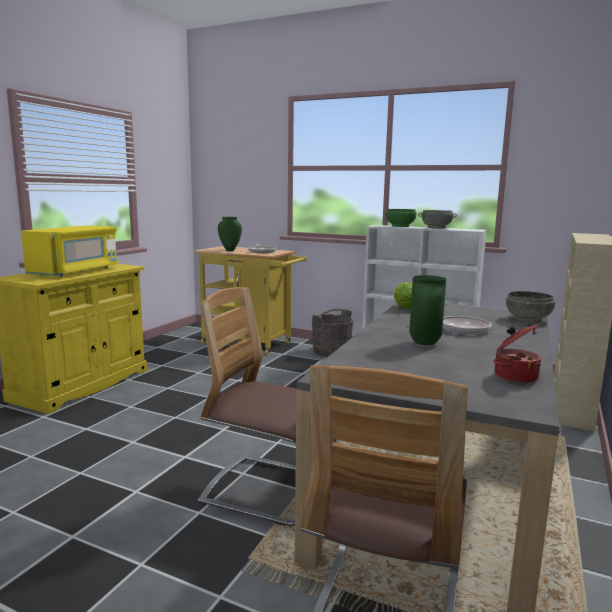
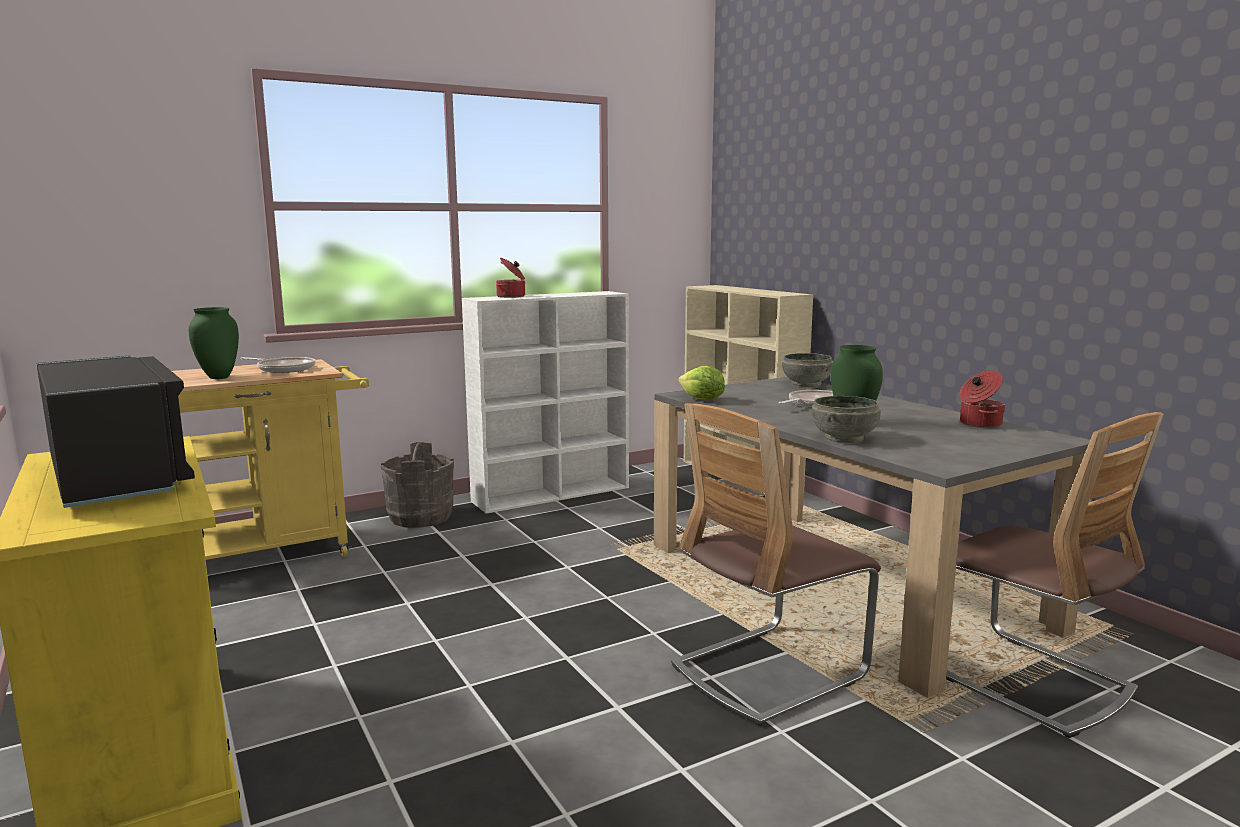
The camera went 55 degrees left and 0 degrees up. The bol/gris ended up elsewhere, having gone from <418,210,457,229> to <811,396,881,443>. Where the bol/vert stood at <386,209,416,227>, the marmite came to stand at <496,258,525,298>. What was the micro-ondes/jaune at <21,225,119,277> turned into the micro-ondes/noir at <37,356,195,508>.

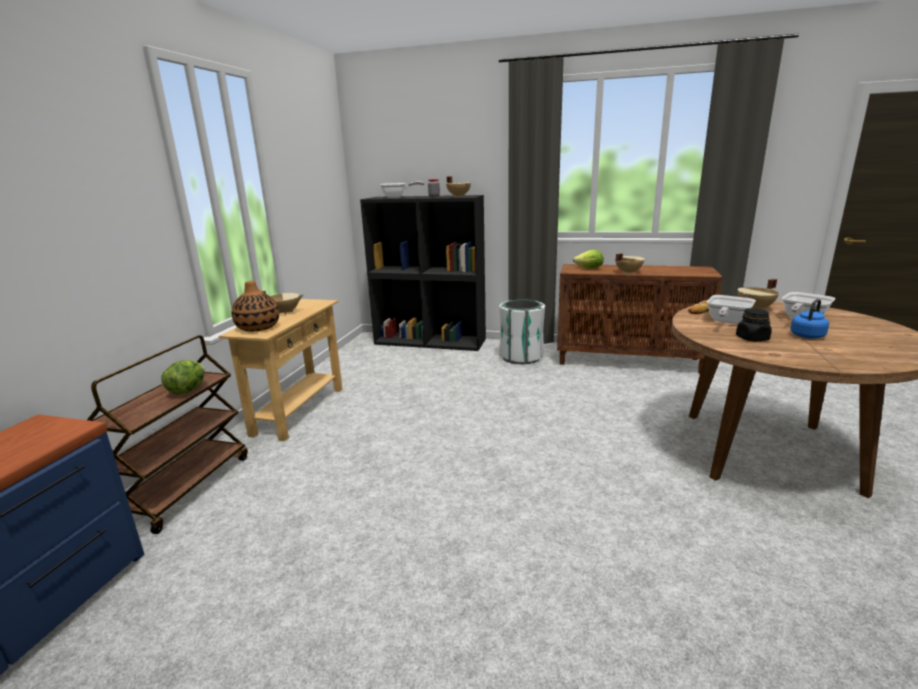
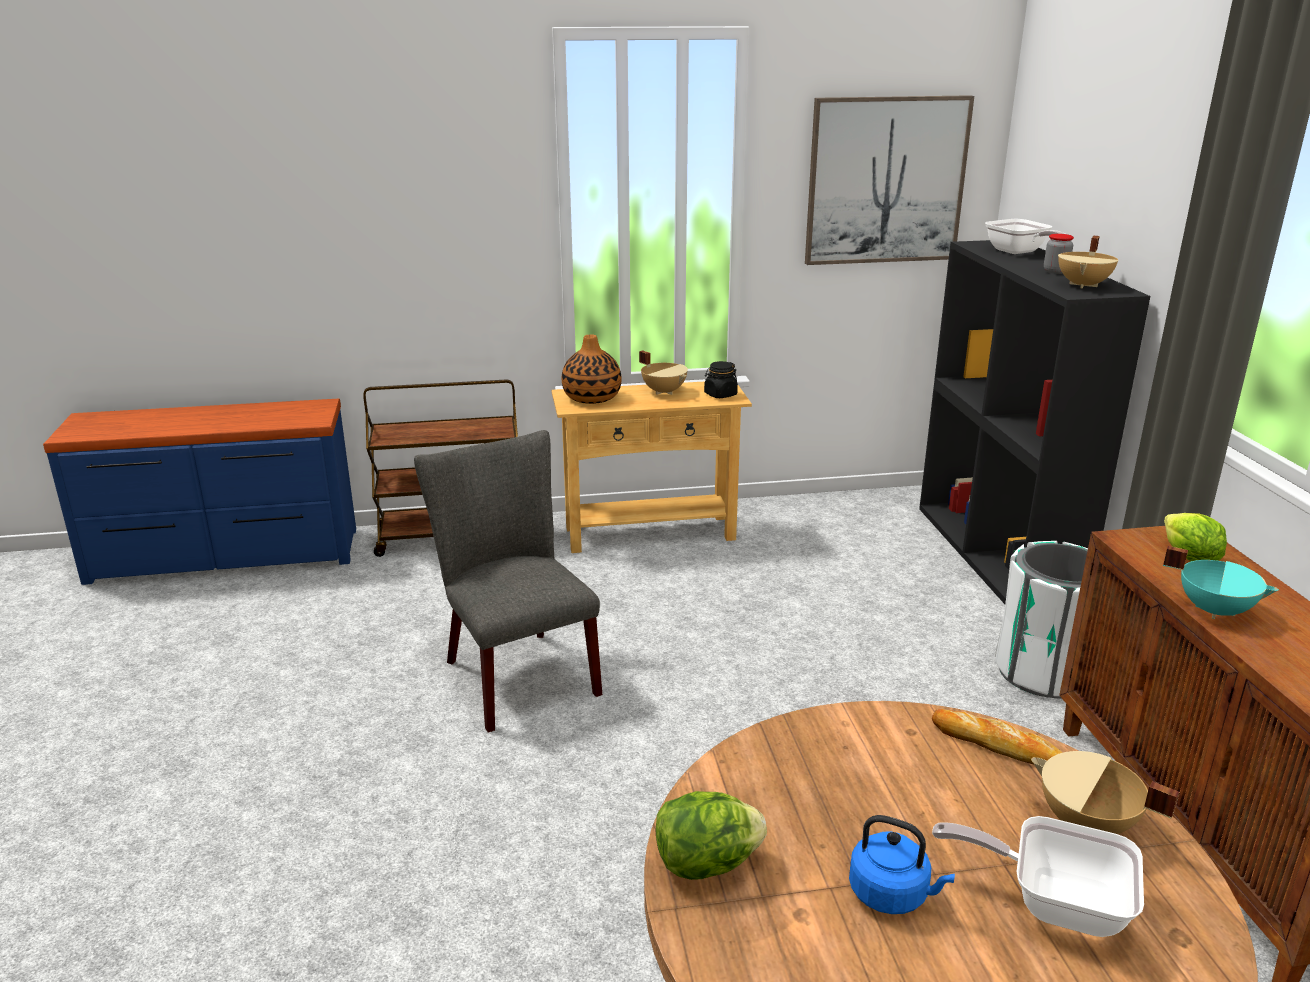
The camera went 65 degrees right and 5 degrees up. The second view lost the poêle at <707,295,756,324>. The second view gained the chaise/gris at <414,430,602,733>. The second view gained the tableau at <805,95,974,265>. The laitue ended up elsewhere, having gone from <161,360,205,395> to <656,791,767,880>. The bocal/noir ended up elsewhere, having gone from <736,308,772,341> to <704,361,738,398>. What was the marmite/beige at <615,253,645,274> turned into the marmite/turquoise at <1163,546,1279,619>.

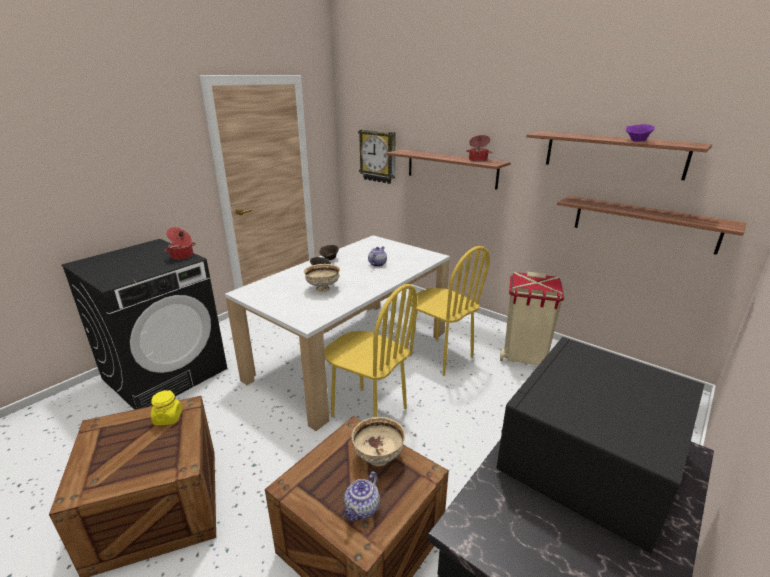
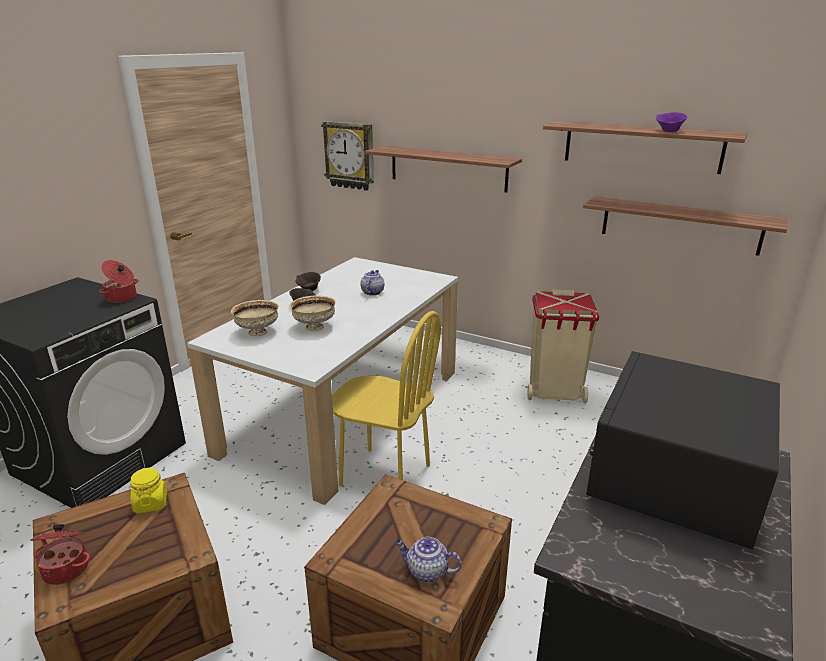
The camera went 10 degrees left and 0 degrees up. The second view lost the chaise/jaune at <409,246,490,376>. The bol/beige ended up elsewhere, having gone from <352,417,405,466> to <231,300,279,336>. The marmite ended up elsewhere, having gone from <466,135,492,162> to <30,524,90,585>. The théière at <344,471,380,521> ended up facing another way, 90 degrees clockwise from before.

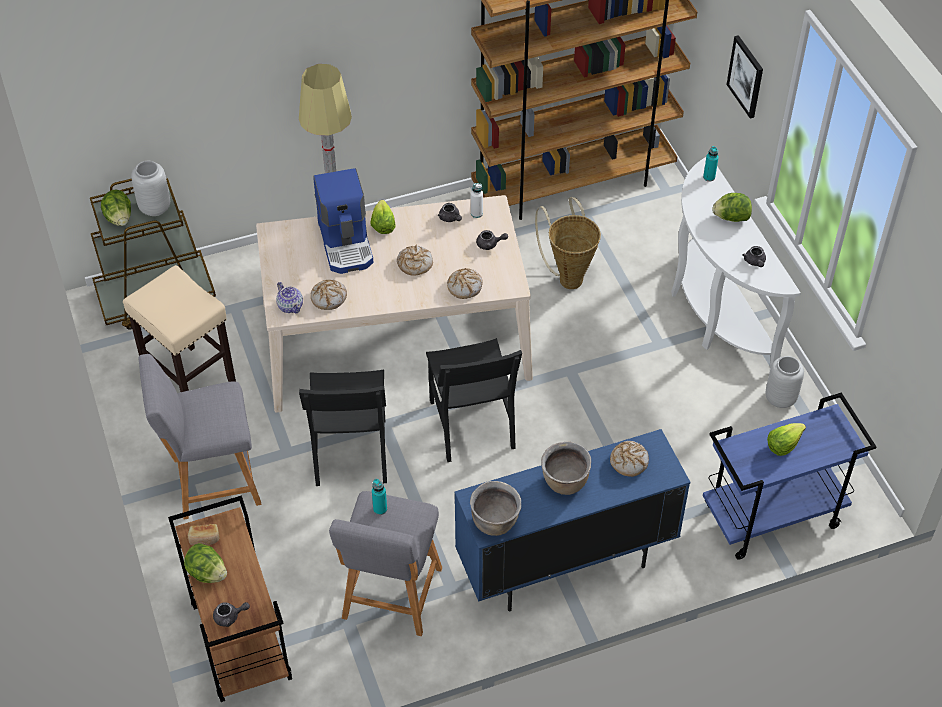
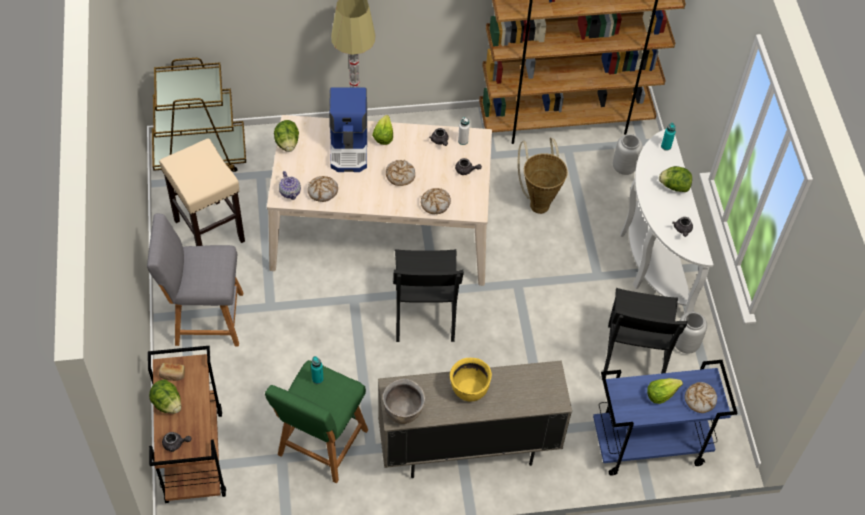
The camera went 10 degrees right and 5 degrees up. The second view lost the tableau at <727,35,763,118>. The laitue ended up elsewhere, having gone from <101,190,131,226> to <274,120,299,152>. The vase/gris ended up elsewhere, having gone from <131,161,170,216> to <613,134,643,175>. The chaise/noir ended up elsewhere, having gone from <299,369,387,486> to <604,288,687,378>. The pain ended up elsewhere, having gone from <610,441,649,477> to <685,382,717,413>. What was the tabouret/gris at <329,491,442,636> turned into the tabouret/vert at <265,360,368,483>. What was the meuble de rangement/bleu at <454,429,690,611> turned into the meuble de rangement/beige at <378,360,572,478>. What was the marmite/marron at <541,442,591,495> turned into the marmite/jaune at <450,358,492,402>.

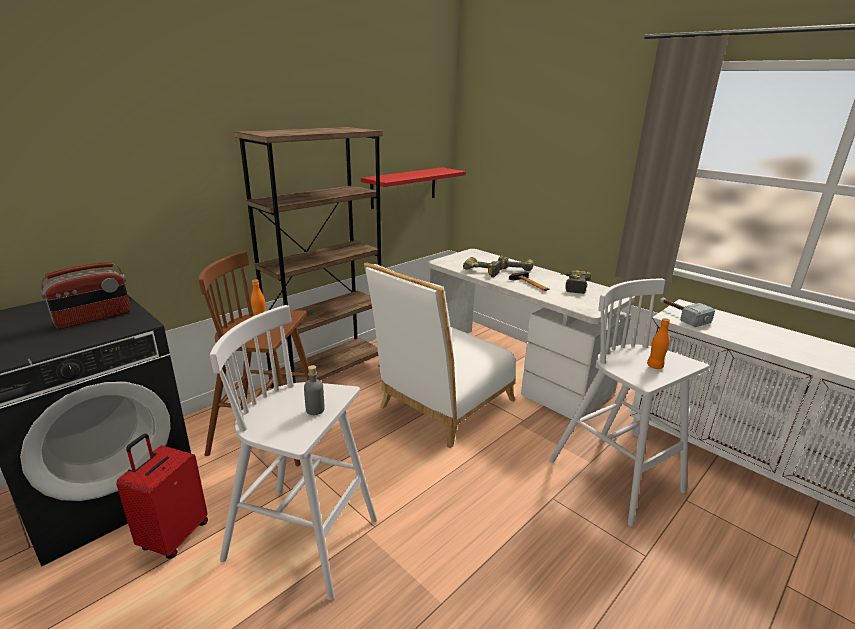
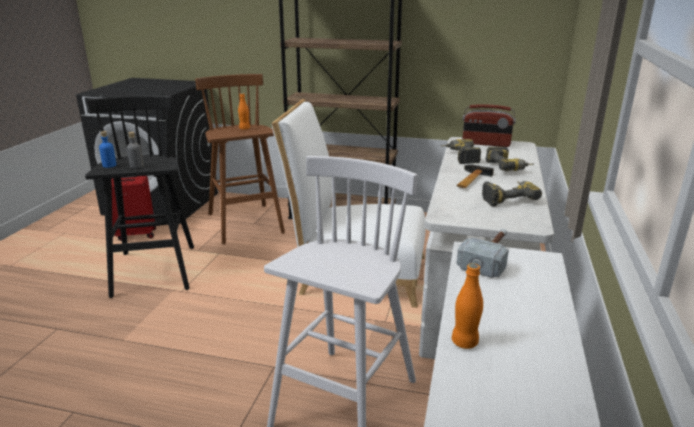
The camera went 60 degrees right and 0 degrees up. The second view lost the étagère/rouge at <361,167,466,209>. The second view gained the bouteille/bleu at <99,131,117,168>. The radio ended up elsewhere, having gone from <40,262,131,329> to <463,104,516,147>. The bouteille/orange ended up elsewhere, having gone from <647,318,670,369> to <452,263,483,349>. What was the tabouret/blanc at <210,305,377,600> turned into the tabouret/noir at <85,96,194,298>.

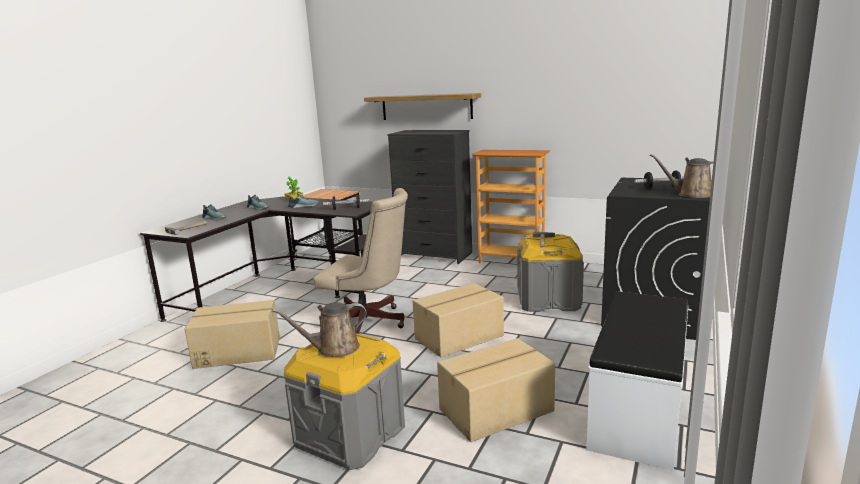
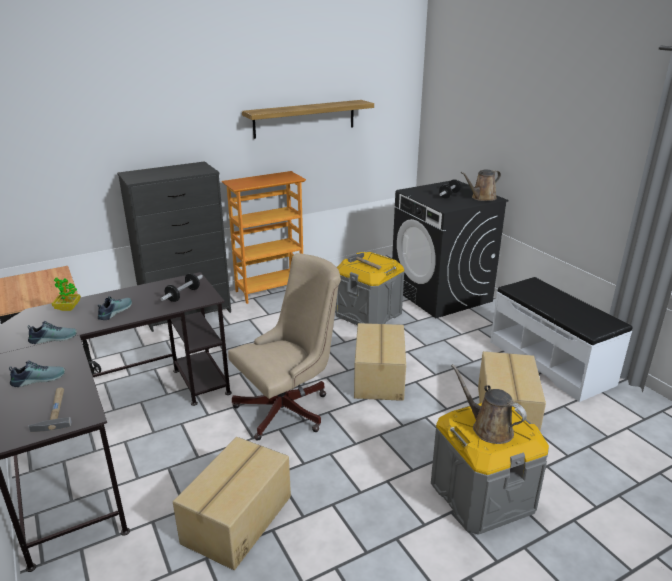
The camera went 55 degrees left and 10 degrees up. The étagère ended up elsewhere, having gone from <364,93,481,120> to <242,100,374,139>. The arrosoir/marron at <272,302,367,357> ended up facing another way, 120 degrees clockwise from before.

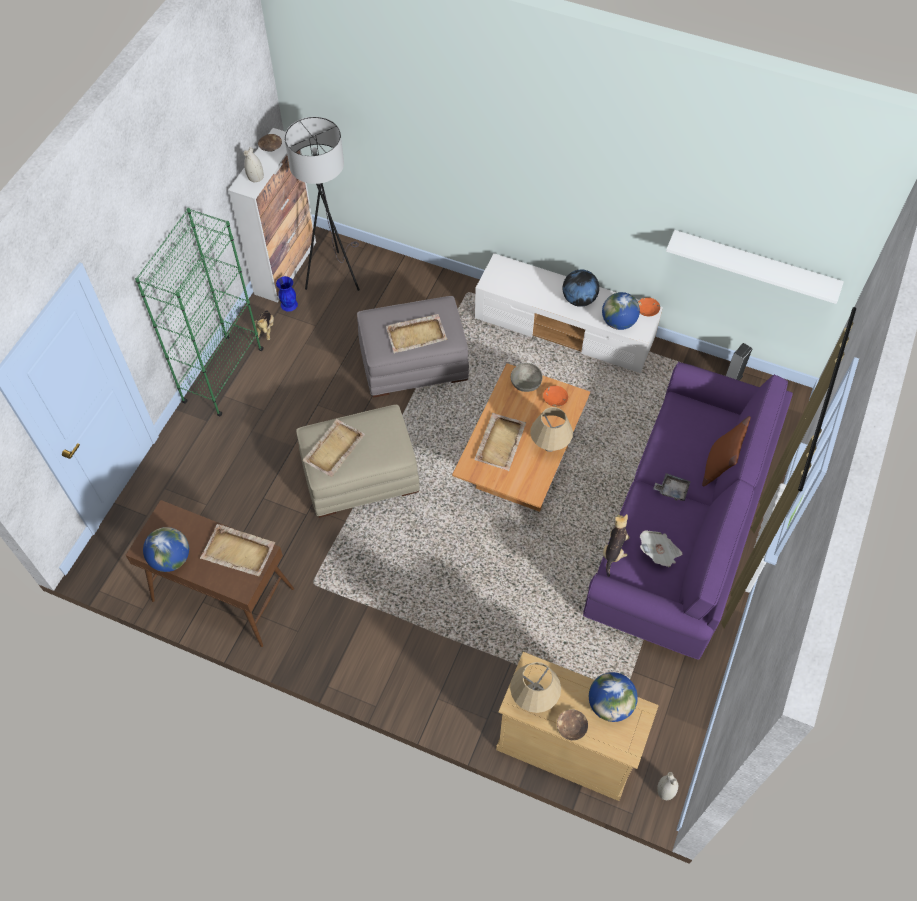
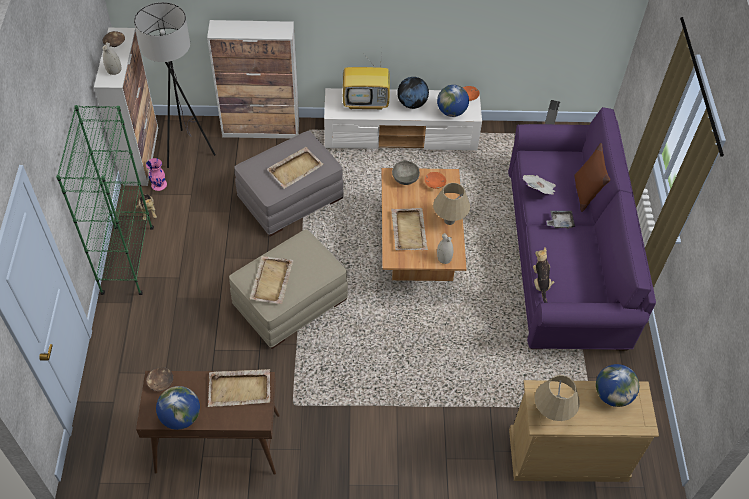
The camera went 25 degrees left and 5 degrees down. The second view lost the étagère/blanc at <666,230,844,304>. The second view gained the meuble de rangement at <207,20,299,138>. The second view gained the téléviseur at <343,49,390,110>. The bol/marron ended up elsewhere, having gone from <557,709,588,740> to <146,367,173,391>. The journal ended up elsewhere, having gone from <640,530,682,567> to <523,175,556,195>. The vase/blanc ended up elsewhere, having gone from <657,772,678,800> to <437,233,453,264>. What was the vase/bleu at <276,276,298,312> turned into the vase/rose at <146,158,167,191>.

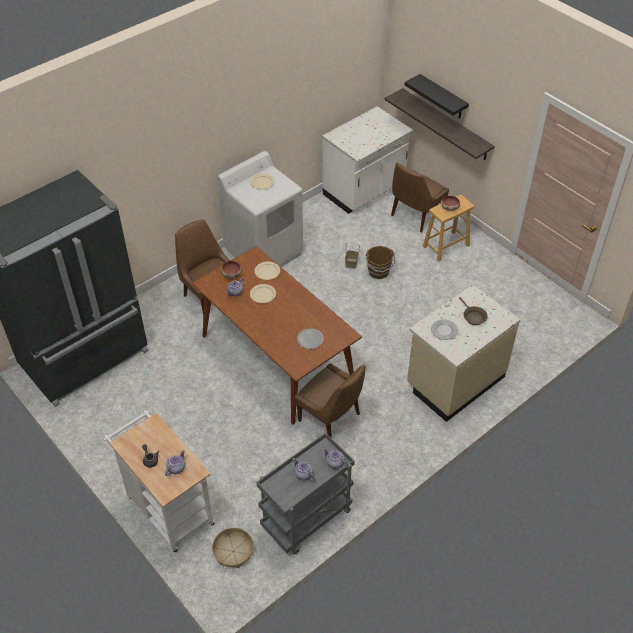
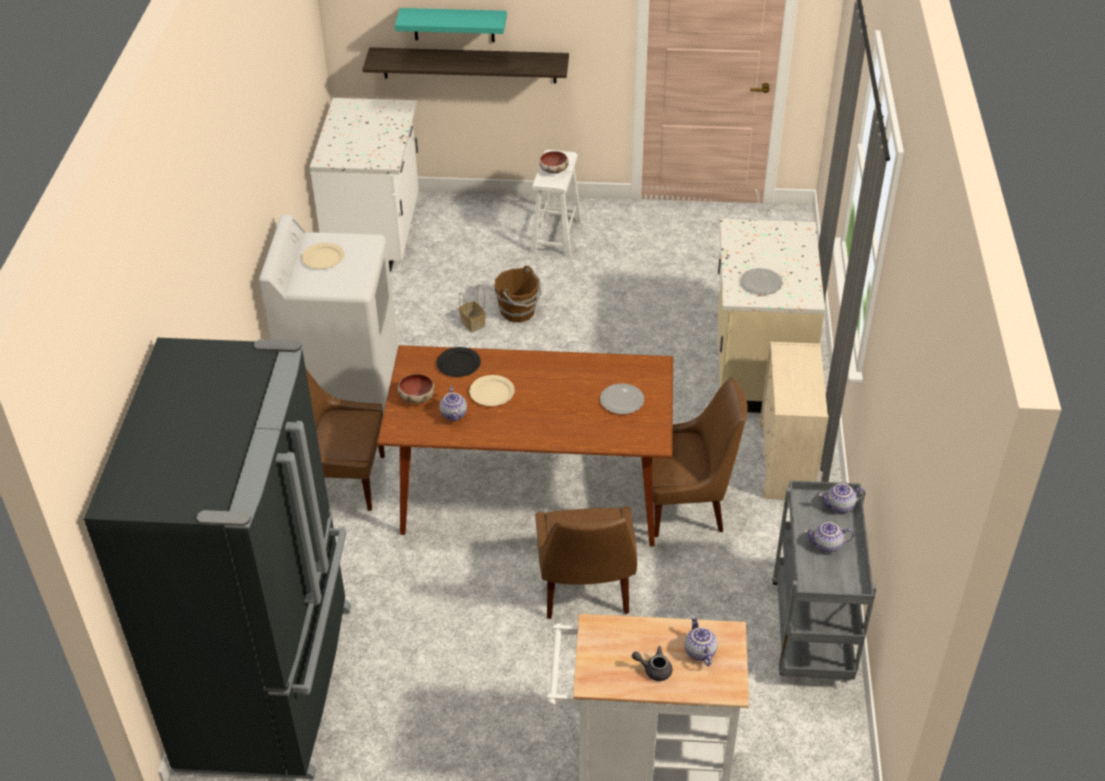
The camera went 45 degrees left and 5 degrees down. The second view lost the panier at <212,528,254,568>. The second view lost the poêle/marron at <459,297,488,325>. The second view gained the commode/beige at <759,342,828,500>. The chaise/marron ended up elsewhere, having gone from <391,163,449,233> to <535,507,637,619>. What was the assiette/beige at <255,261,280,280> turned into the assiette/noir at <436,347,481,377>. What was the étagère/noir at <405,74,469,119> turned into the étagère/turquoise at <395,8,507,42>. What was the tabouret/marron at <423,195,474,261> turned into the tabouret/blanc at <530,149,582,257>.

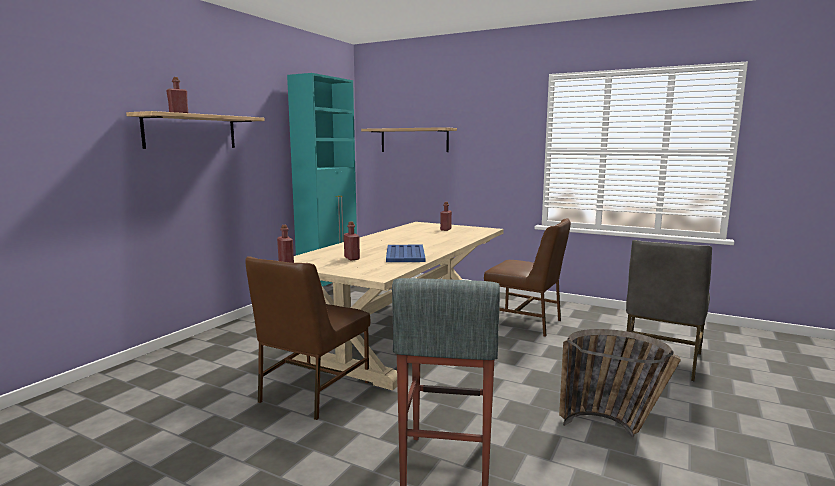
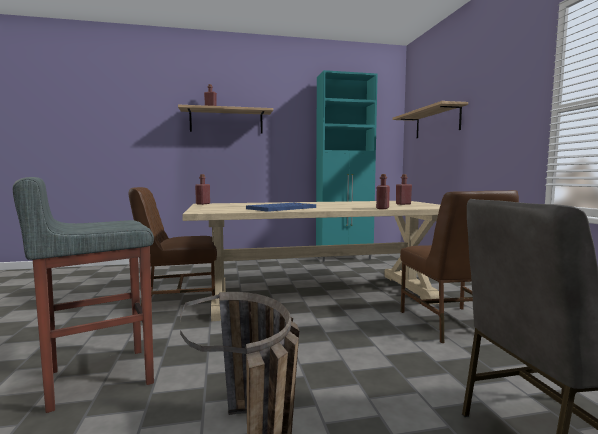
The camera went 50 degrees right and 5 degrees down. The bouteille/rouge ended up elsewhere, having gone from <344,221,360,261> to <376,174,390,209>.

